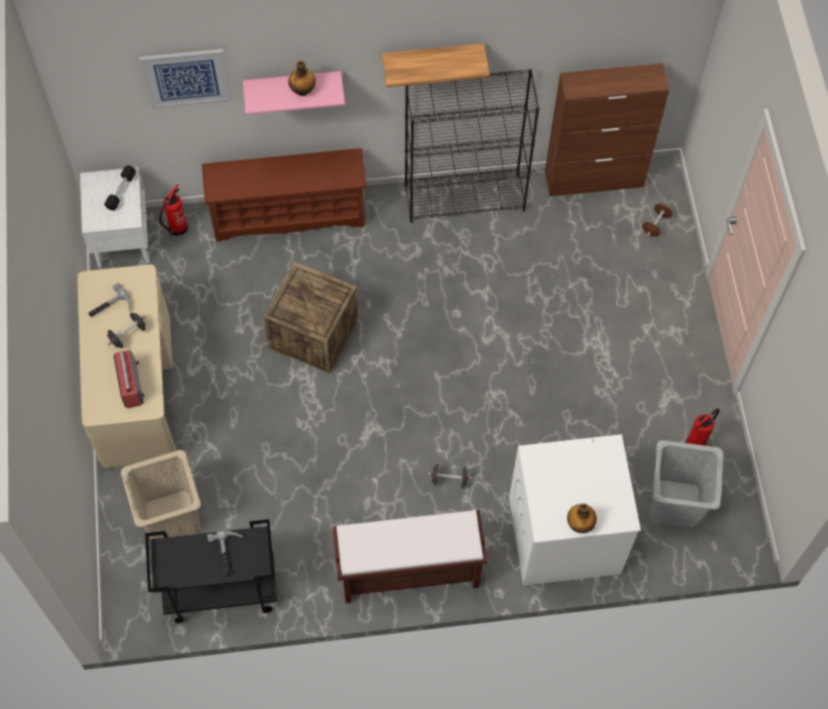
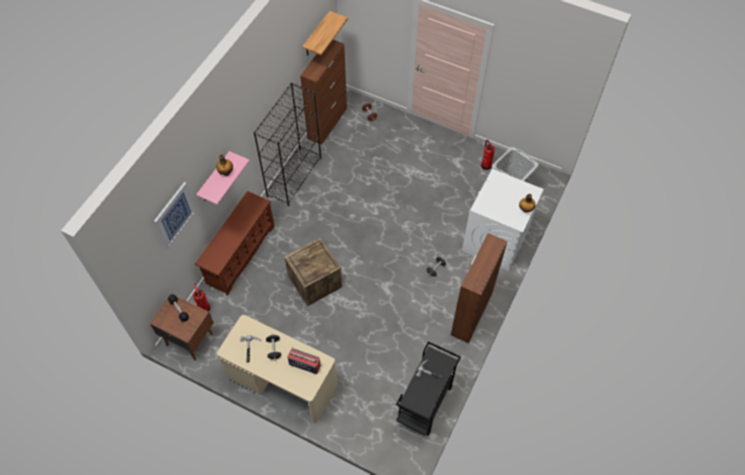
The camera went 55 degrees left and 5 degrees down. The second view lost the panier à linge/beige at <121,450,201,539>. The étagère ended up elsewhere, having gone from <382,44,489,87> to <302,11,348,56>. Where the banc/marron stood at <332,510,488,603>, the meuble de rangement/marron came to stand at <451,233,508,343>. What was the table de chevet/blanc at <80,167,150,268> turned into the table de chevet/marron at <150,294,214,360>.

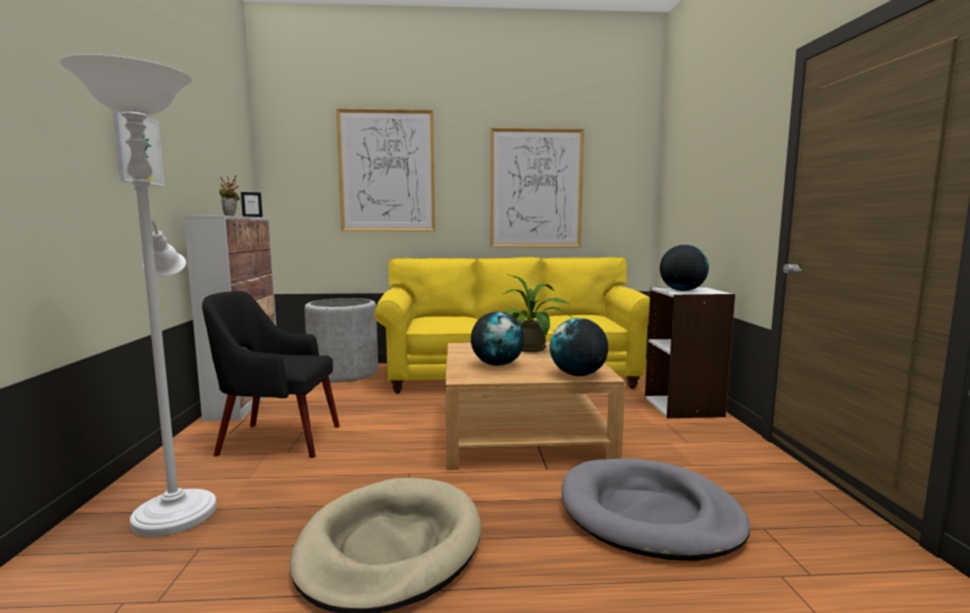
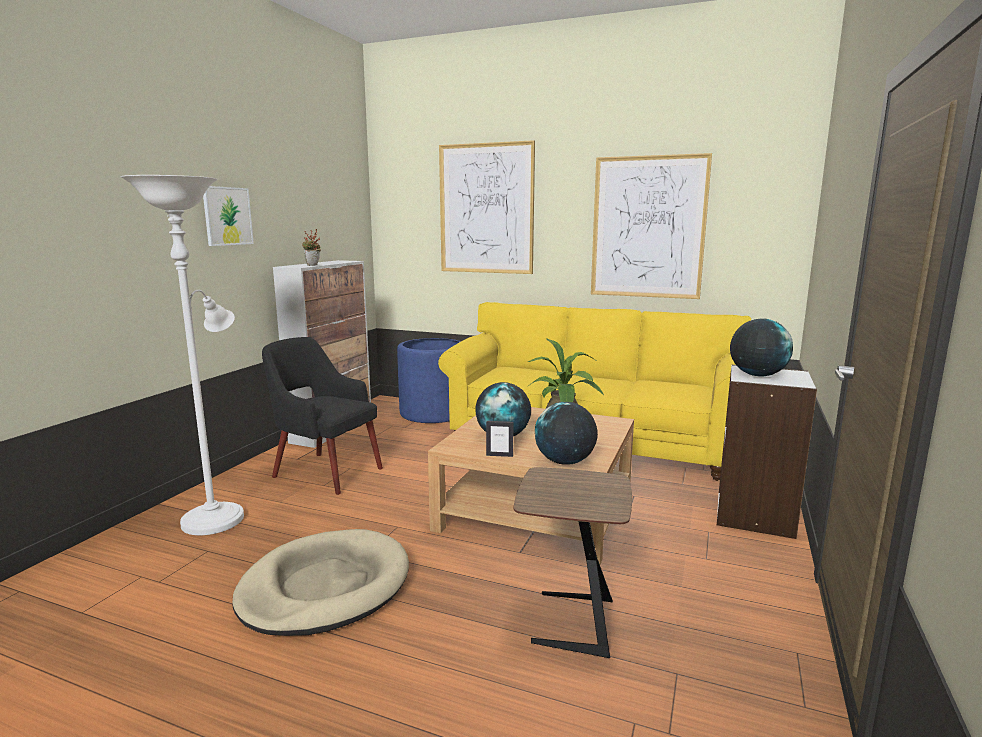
The camera went 25 degrees right and 5 degrees up. The cadre photo ended up elsewhere, having gone from <241,192,263,217> to <486,421,513,457>. Where the panier pour chien/gris stood at <562,458,750,561>, the table d'appoint/marron came to stand at <513,467,632,658>. What was the cache-pot/gris at <304,298,378,382> turned into the cache-pot/bleu at <397,338,461,423>.

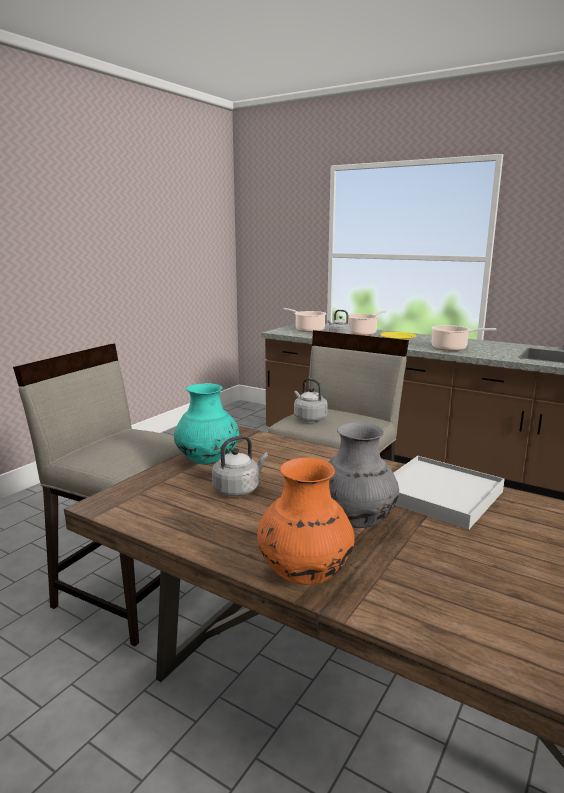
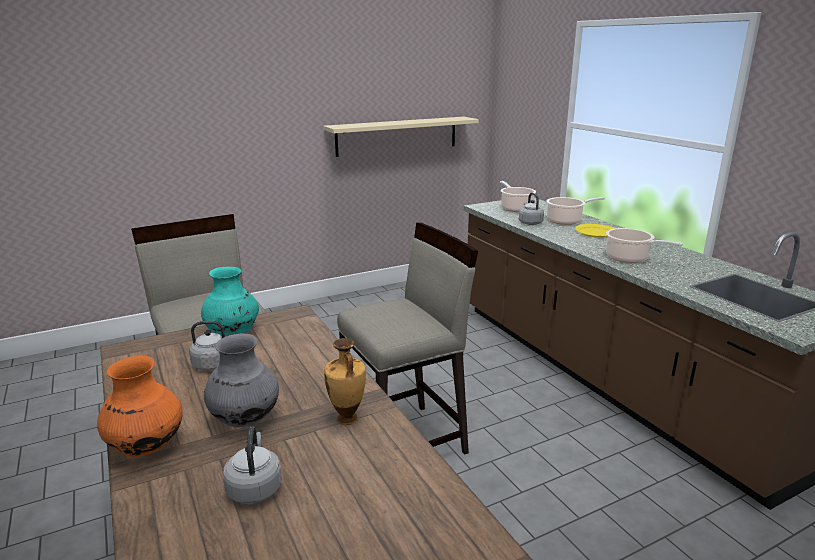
The camera went 30 degrees right and 5 degrees up. The second view gained the étagère/beige at <323,117,479,157>. The bouilloire/gris ended up elsewhere, having gone from <294,378,328,422> to <223,426,282,504>. Where the plateau/blanc stood at <393,456,505,530>, the vase came to stand at <324,338,366,425>.

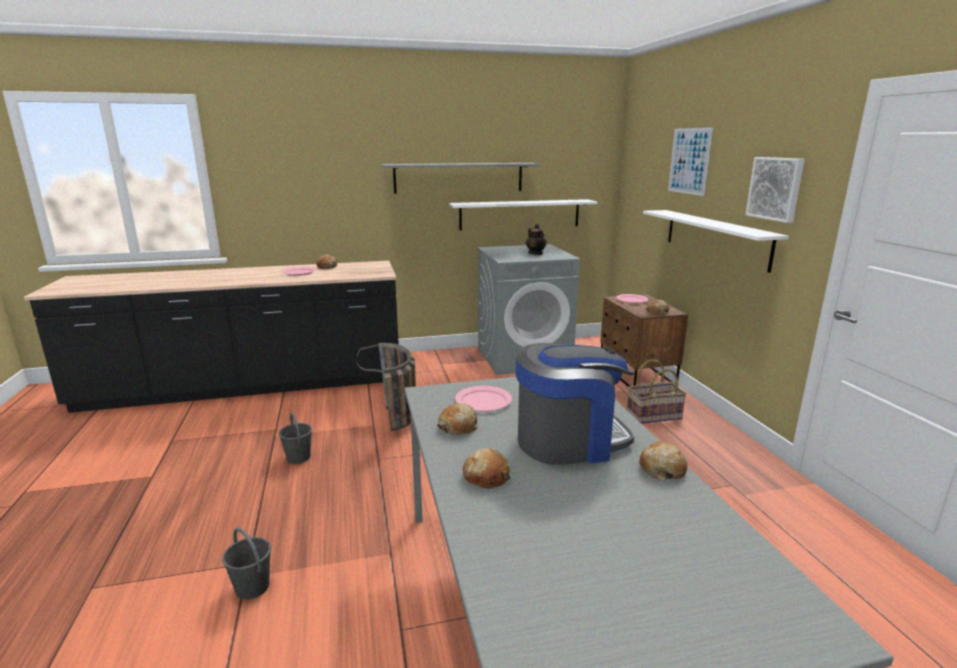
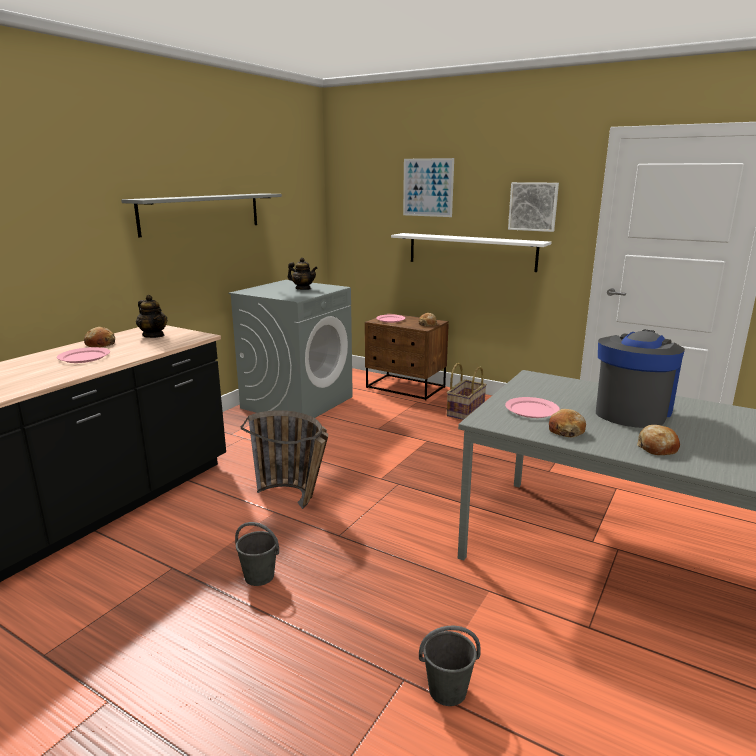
The camera went 45 degrees left and 0 degrees up. The second view lost the étagère/blanc at <449,199,598,231>. The second view lost the pain at <639,441,687,480>. The second view gained the théière at <136,295,167,338>.

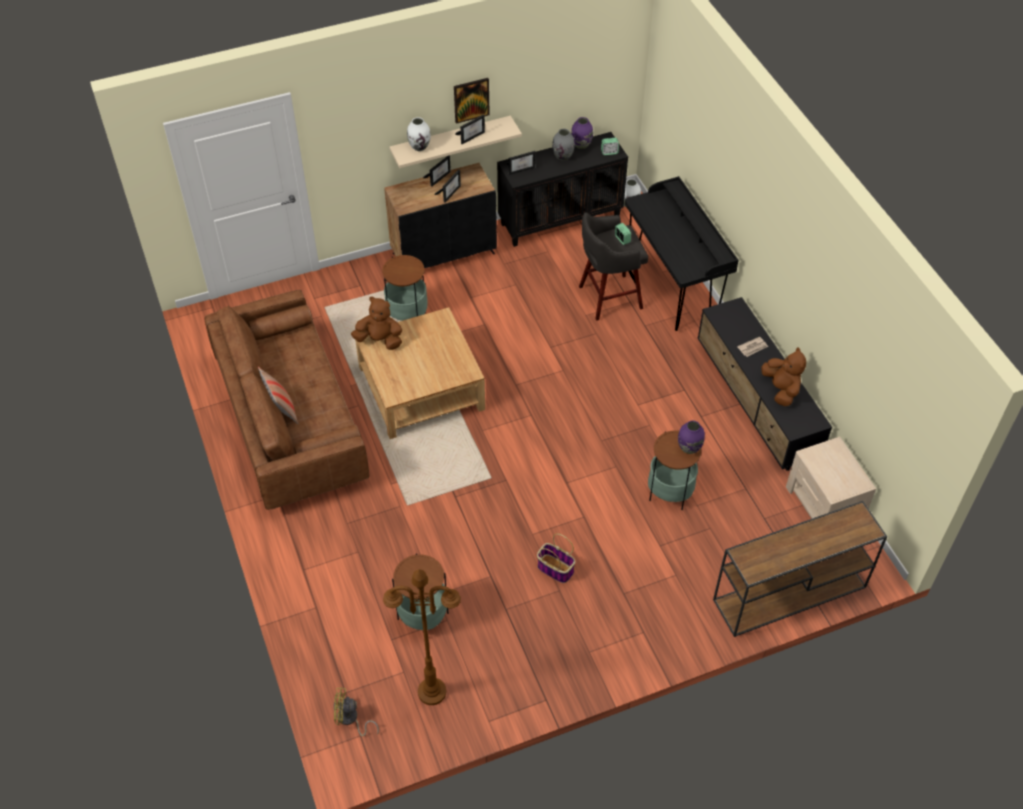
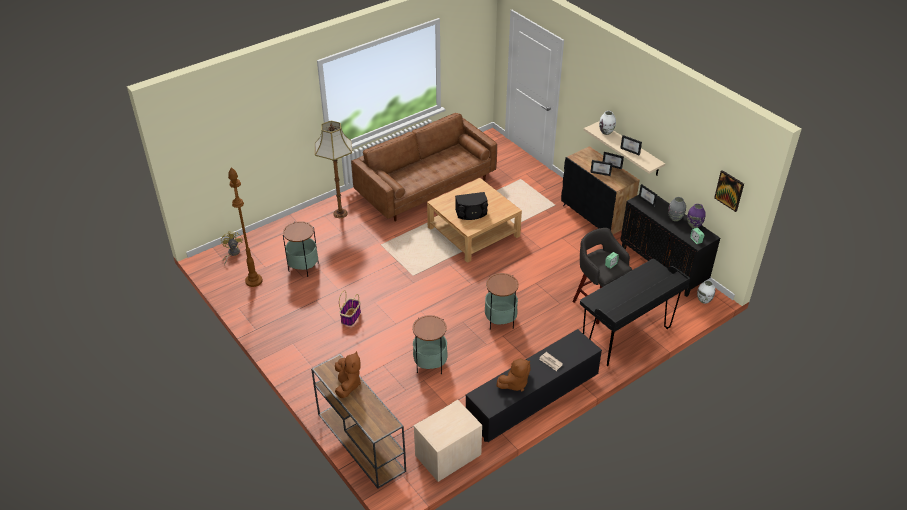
The camera went 75 degrees right and 10 degrees down. The second view lost the coussin at <258,366,299,424>. The second view lost the vase/violet at <678,420,705,454>. The second view gained the lampadaire at <315,120,352,218>. The second view gained the enceinte/noir at <455,192,488,220>. The peluche/marron ended up elsewhere, having gone from <351,297,402,350> to <335,351,361,398>. The table d'appoint ended up elsewhere, having gone from <382,255,428,321> to <485,273,519,330>. The tableau ended up elsewhere, having gone from <454,78,490,124> to <714,170,744,212>.

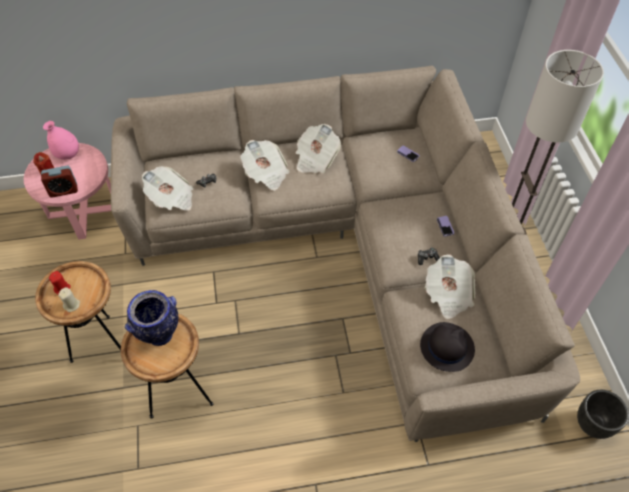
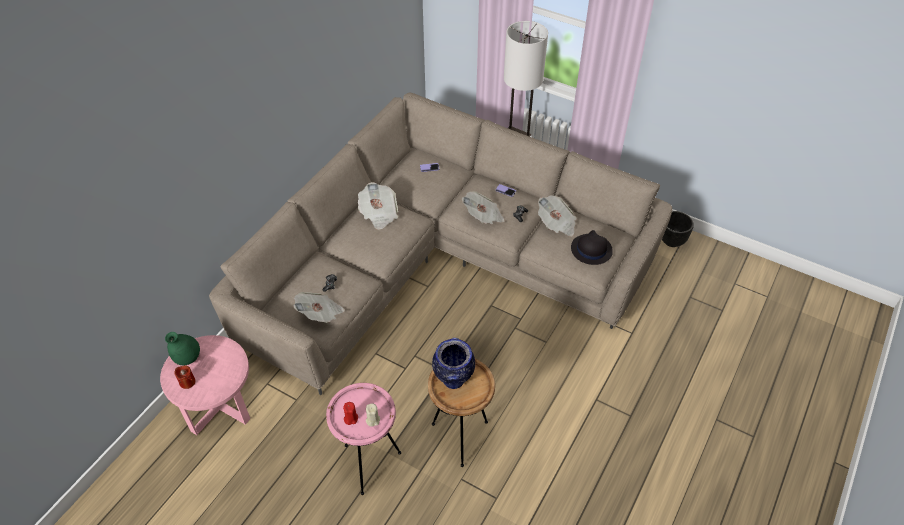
The camera went 50 degrees left and 5 degrees down. The second view lost the réveil at <41,166,78,198>. The journal ended up elsewhere, having gone from <241,140,290,191> to <462,191,505,224>. What was the table d'appoint/marron at <35,261,121,363> turned into the table d'appoint/rose at <326,383,401,495>. What was the vase/rose at <43,121,79,160> turned into the vase/vert at <165,332,200,365>.

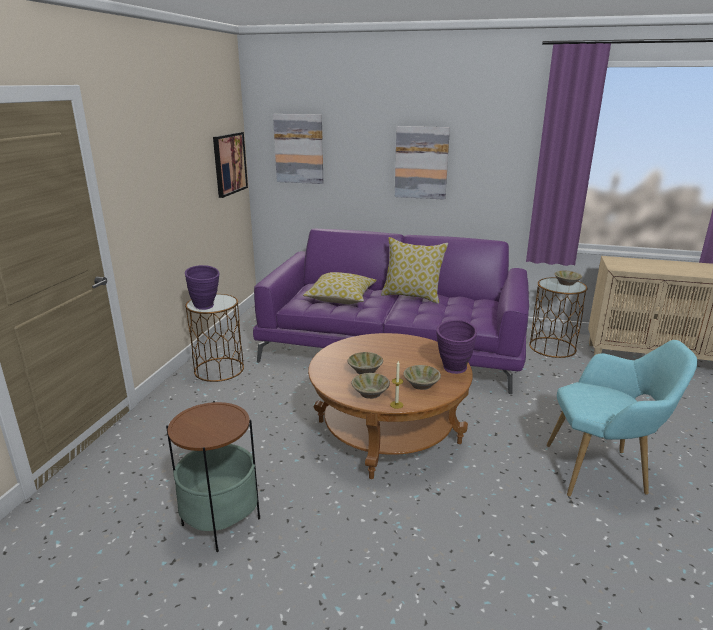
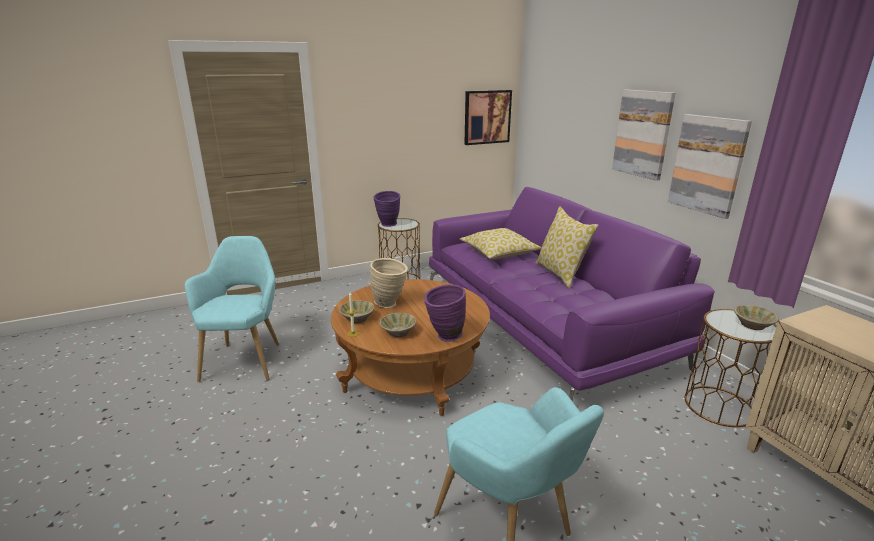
The camera went 50 degrees right and 0 degrees up. The tableau ended up elsewhere, having gone from <273,114,323,184> to <668,114,752,219>. Where the table d'appoint stood at <166,401,260,552>, the fauteuil/turquoise came to stand at <185,236,279,382>. Where the bol/beige stood at <348,352,383,374>, the vase/beige came to stand at <370,258,408,308>.

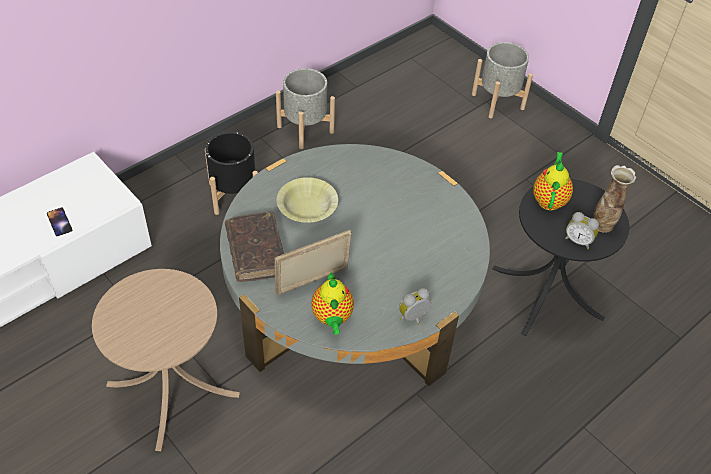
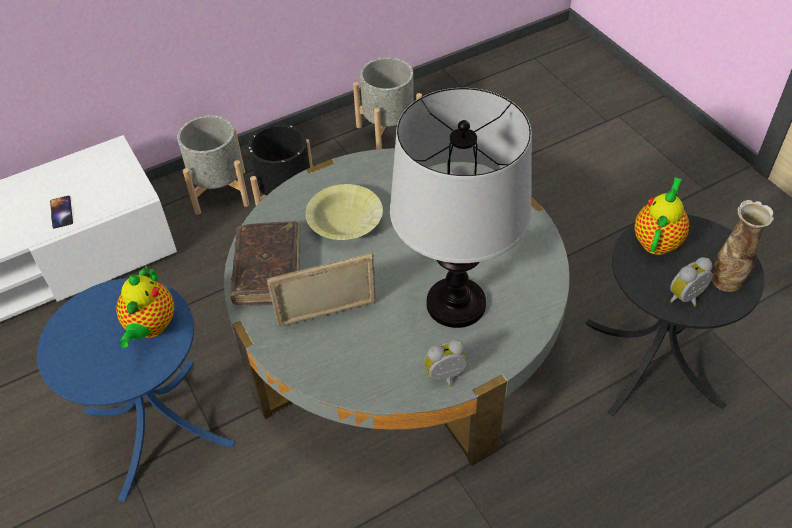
The camera went 15 degrees right and 0 degrees up. The second view gained the lampe de table at <390,88,532,328>. The théière ended up elsewhere, having gone from <311,272,354,335> to <116,266,174,348>. The cache-pot/gris ended up elsewhere, having gone from <472,42,533,118> to <177,115,250,215>. What was the table d'appoint/beige at <92,269,240,451> turned into the table d'appoint/bleu at <37,278,235,502>. The réveil at <565,212,599,249> ended up facing another way, 105 degrees clockwise from before.

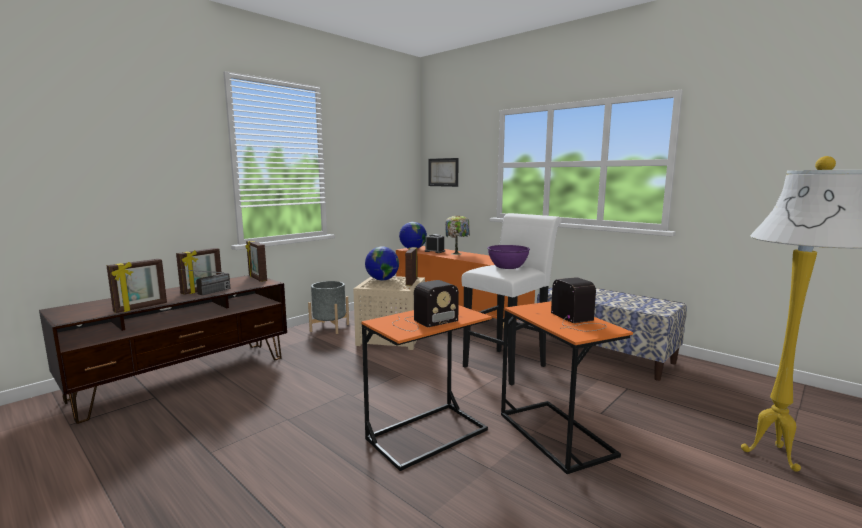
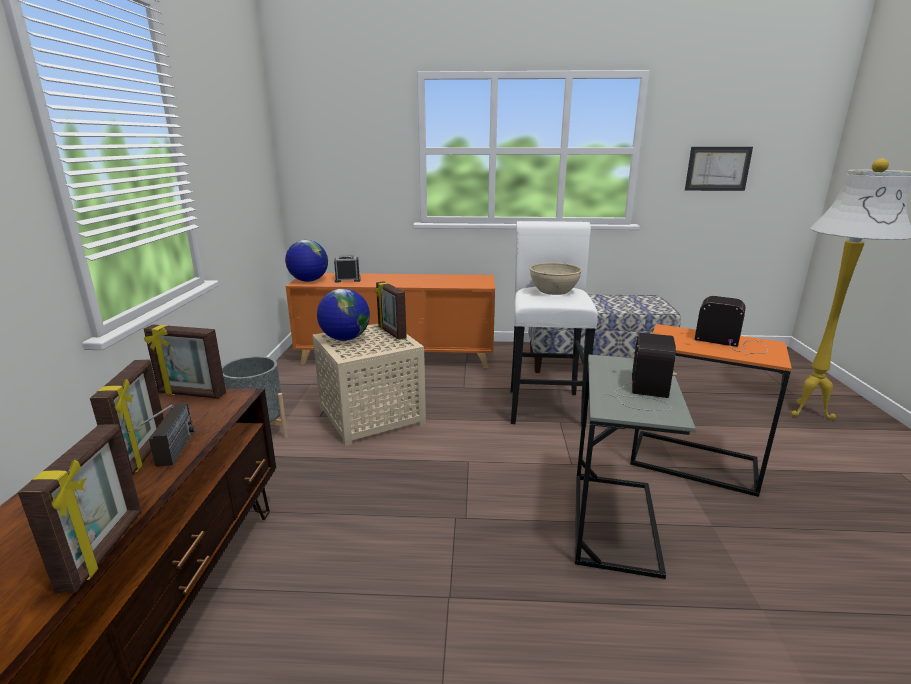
The camera went 40 degrees left and 10 degrees up. The second view lost the lampe de table at <445,215,470,255>. The tableau ended up elsewhere, having gone from <428,158,459,187> to <685,147,753,191>. What was the table d'appoint/orange at <361,305,492,471> turned into the table d'appoint/gris at <575,355,696,579>. What was the bol/violet at <487,245,530,269> turned into the bol/beige at <529,262,582,295>.

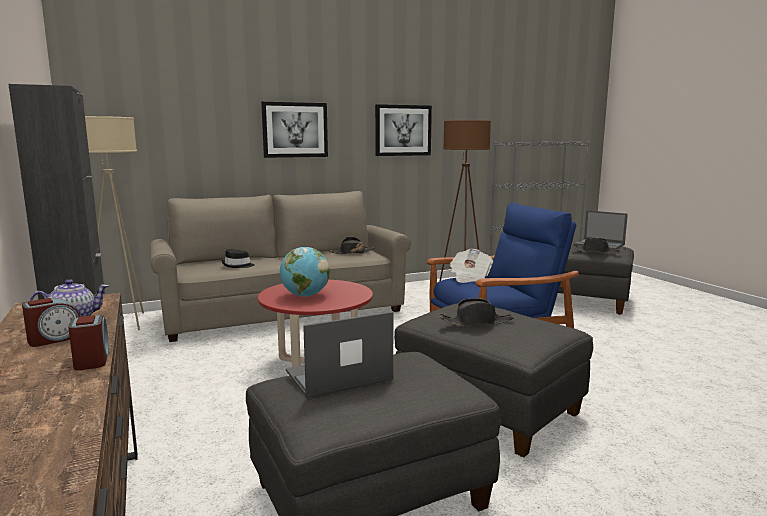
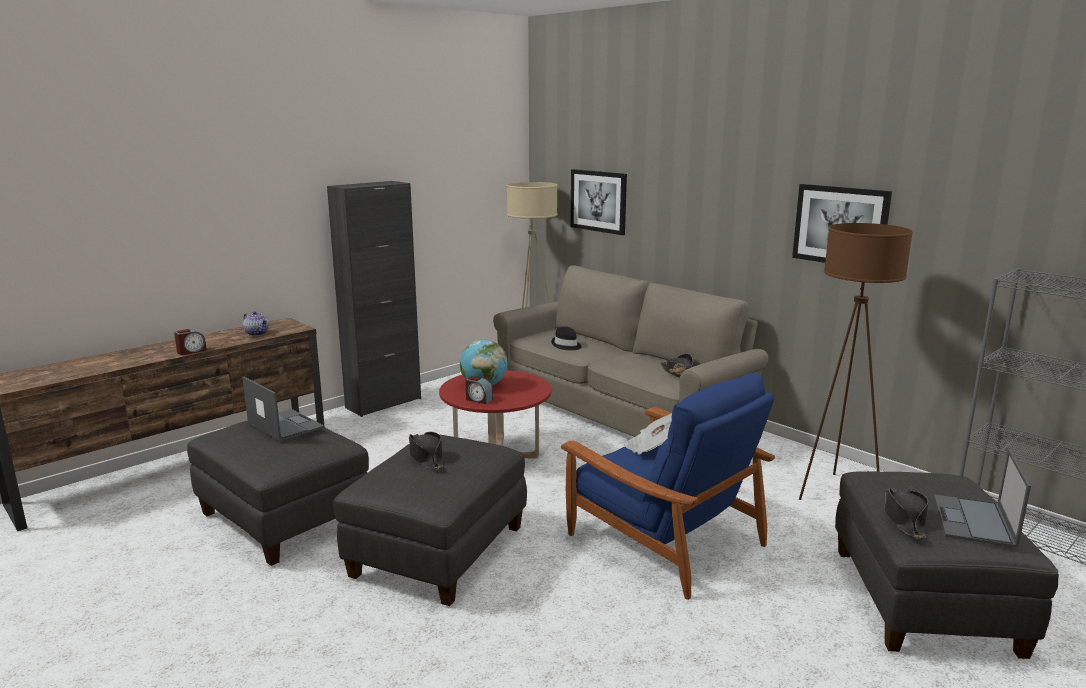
The camera went 70 degrees right and 5 degrees up. The réveil ended up elsewhere, having gone from <22,298,80,347> to <465,376,493,404>. The tableau ended up elsewhere, having gone from <261,102,328,158> to <570,169,627,235>.

